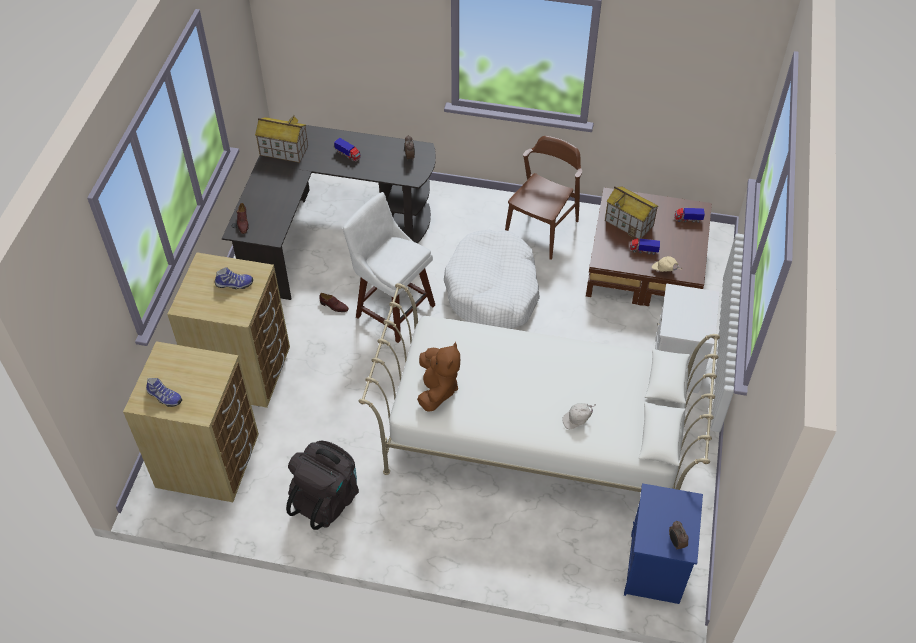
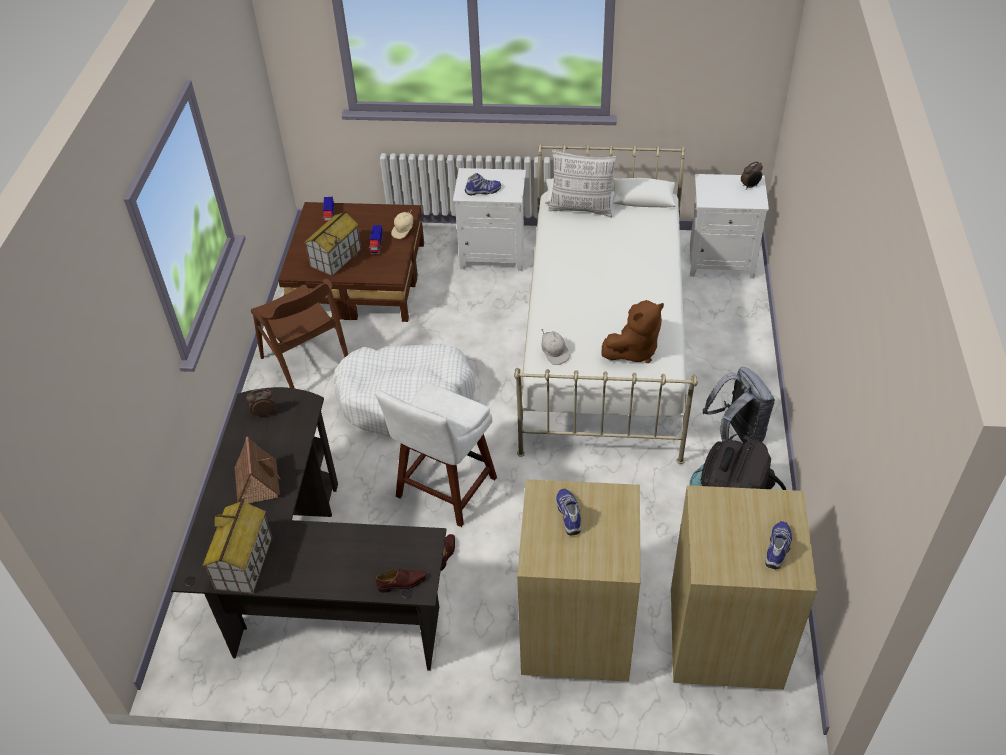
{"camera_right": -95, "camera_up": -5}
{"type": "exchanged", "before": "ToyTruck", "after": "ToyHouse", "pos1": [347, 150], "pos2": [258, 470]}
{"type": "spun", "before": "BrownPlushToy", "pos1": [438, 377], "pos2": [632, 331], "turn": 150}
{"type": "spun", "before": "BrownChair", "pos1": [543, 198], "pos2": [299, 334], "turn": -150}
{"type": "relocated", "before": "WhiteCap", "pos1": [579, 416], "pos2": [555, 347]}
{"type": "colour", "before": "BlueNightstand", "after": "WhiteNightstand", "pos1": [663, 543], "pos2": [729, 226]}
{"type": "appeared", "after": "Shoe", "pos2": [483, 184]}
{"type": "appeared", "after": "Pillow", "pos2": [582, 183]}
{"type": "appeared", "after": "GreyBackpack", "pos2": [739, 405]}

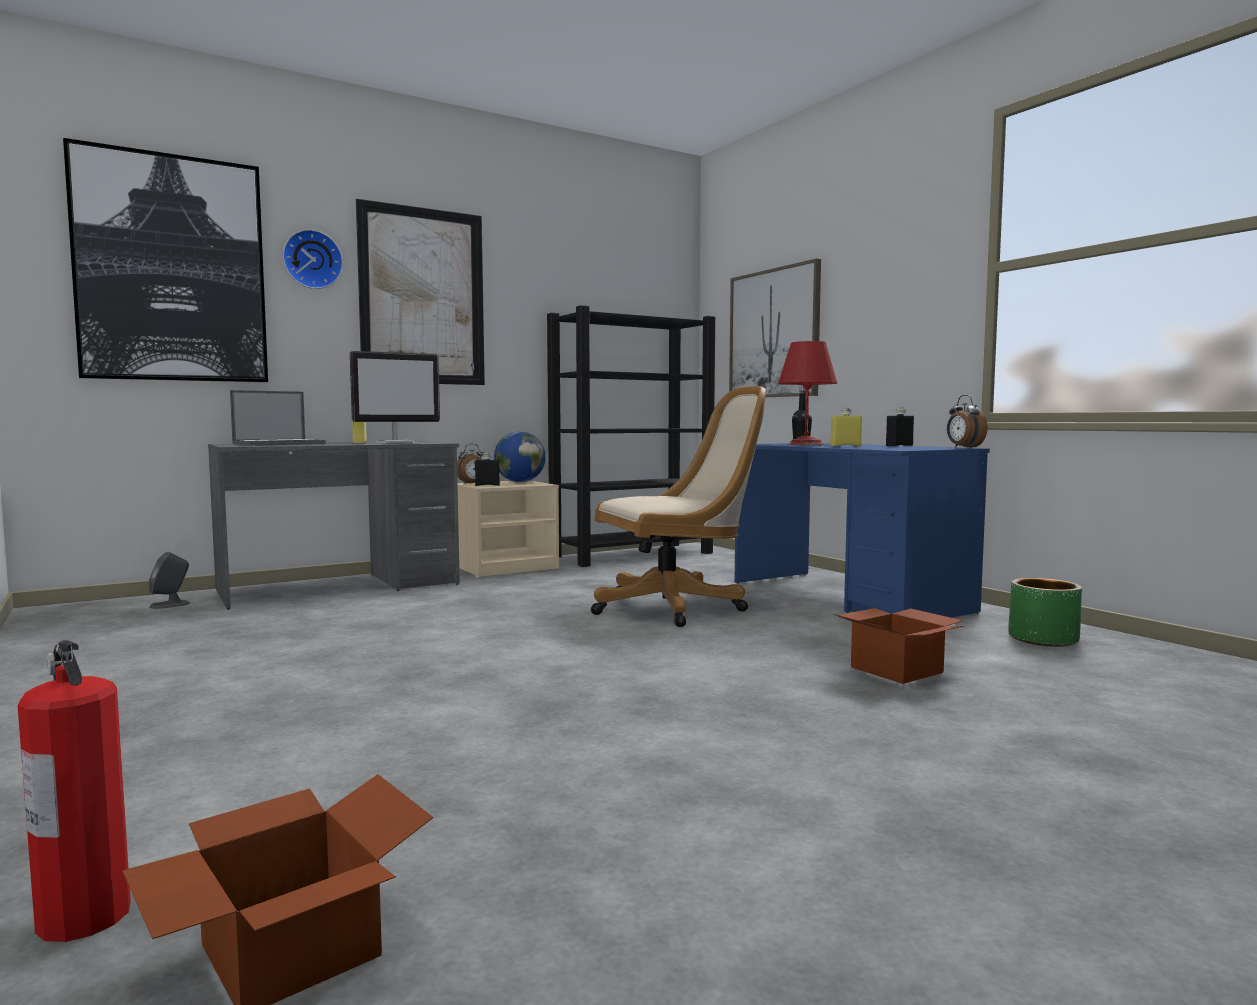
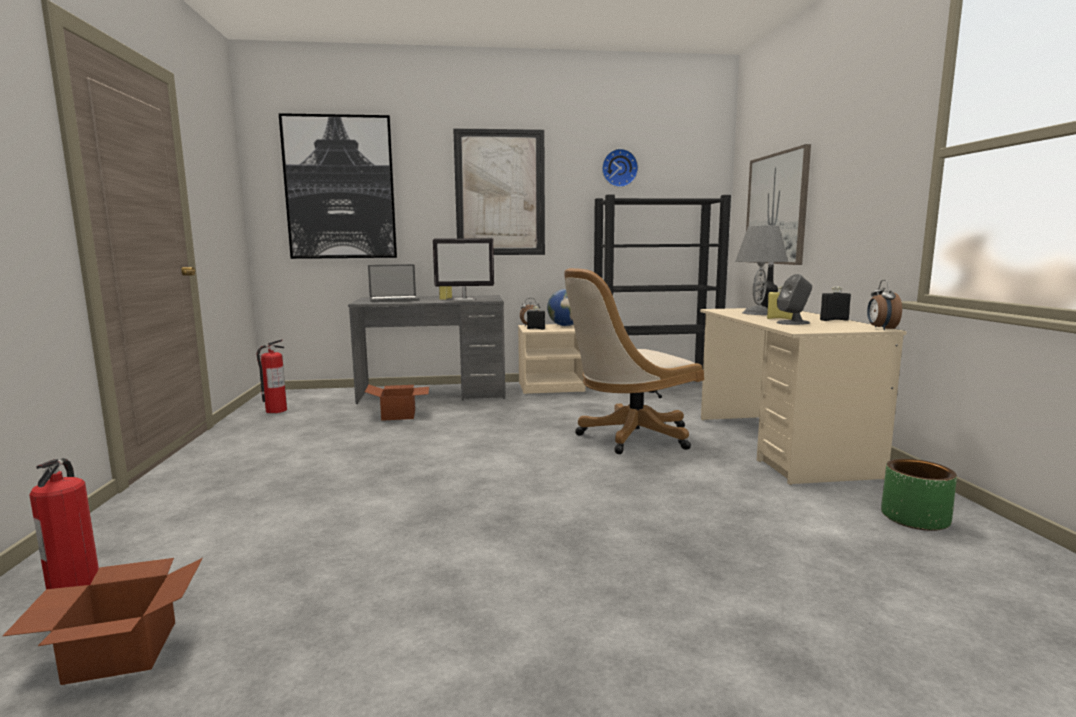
{"camera_right": 25, "camera_up": 5}
{"type": "relocated", "before": "GreySpeaker", "pos1": [169, 580], "pos2": [794, 299]}
{"type": "relocated", "before": "WallClock", "pos1": [312, 259], "pos2": [620, 167]}
{"type": "spun", "before": "OfficeChair", "pos1": [678, 506], "pos2": [634, 361], "turn": 150}
{"type": "colour", "before": "BlueDesk", "after": "BeigeDesk", "pos1": [862, 530], "pos2": [803, 396]}
{"type": "colour", "before": "RedTableLamp", "after": "GreyTableLamp", "pos1": [807, 393], "pos2": [761, 270]}
{"type": "relocated", "before": "CardboardBox", "pos1": [898, 646], "pos2": [397, 403]}
{"type": "appeared", "after": "FireExtinguisher", "pos2": [271, 376]}

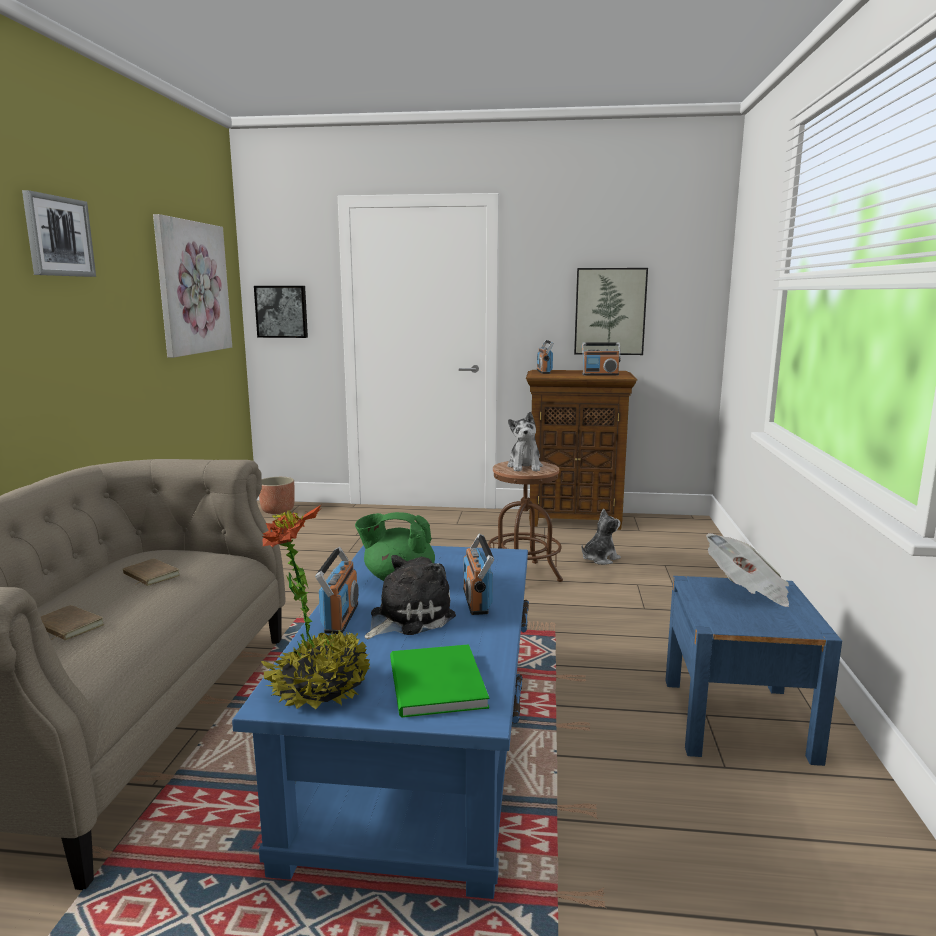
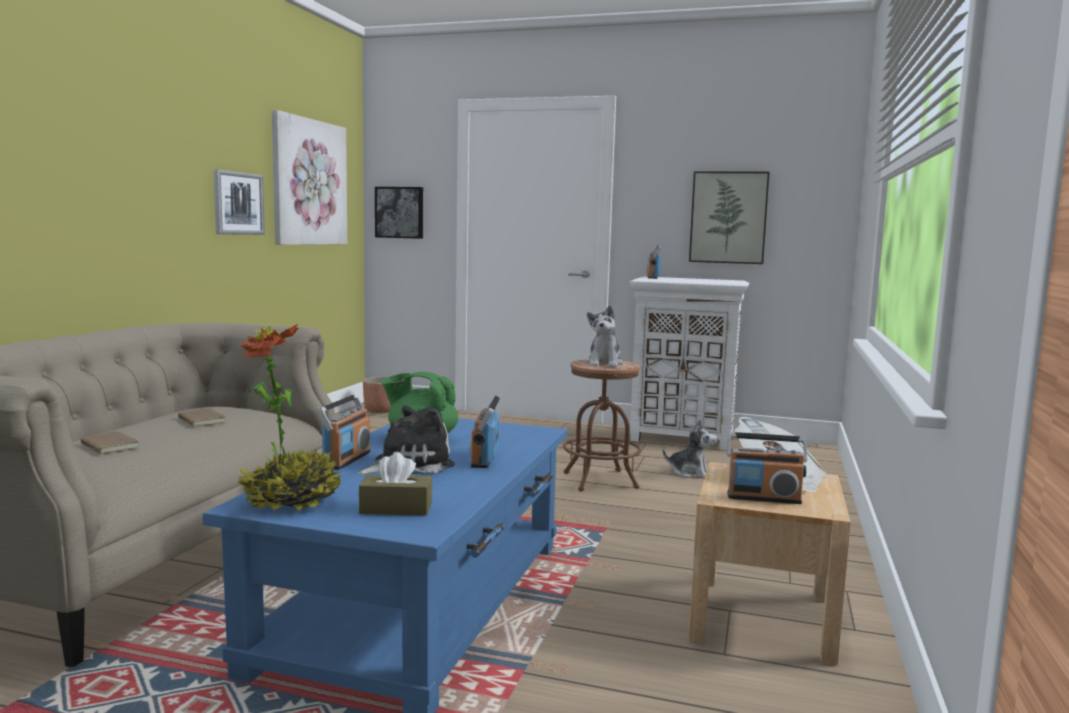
{"camera_right": 10, "camera_up": -5}
{"type": "relocated", "before": "Picture", "pos1": [59, 233], "pos2": [239, 202]}
{"type": "exchanged", "before": "GreenBook", "after": "BrownTissueBox", "pos1": [439, 681], "pos2": [395, 484]}
{"type": "colour", "before": "BrownCabinet", "after": "WhiteCabinet", "pos1": [581, 450], "pos2": [689, 364]}
{"type": "spun", "before": "PlushToy", "pos1": [601, 536], "pos2": [690, 448], "turn": 45}
{"type": "relocated", "before": "Radio", "pos1": [601, 359], "pos2": [767, 468]}
{"type": "colour", "before": "BlueNightstand", "after": "BeigeNightstand", "pos1": [753, 671], "pos2": [770, 563]}

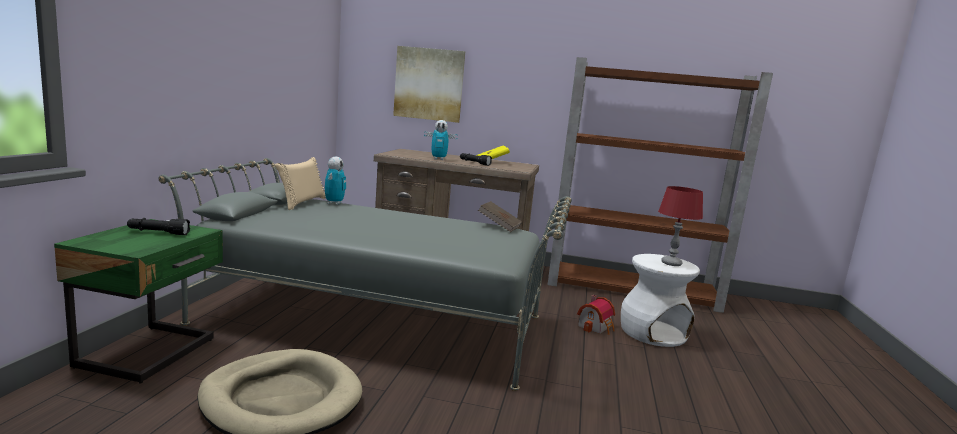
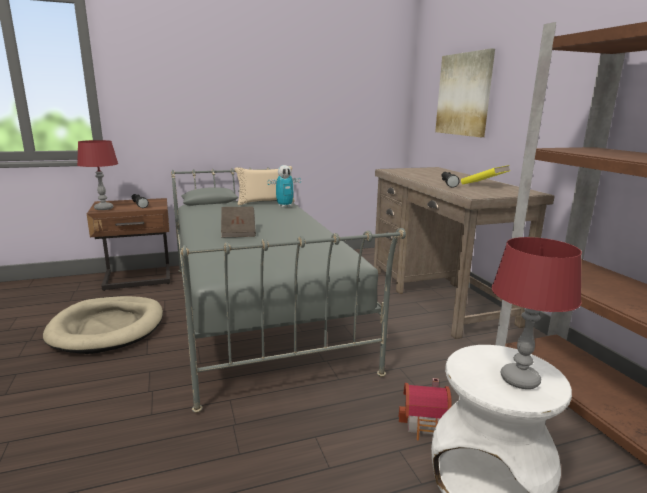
{"camera_right": 60, "camera_up": 5}
{"type": "colour", "before": "GreenNightstand", "after": "BrownNightstand", "pos1": [138, 301], "pos2": [128, 244]}
{"type": "missing", "before": "ToyRobot", "pos1": [441, 140]}
{"type": "relocated", "before": "BrownBook", "pos1": [500, 216], "pos2": [238, 222]}
{"type": "appeared", "after": "RedTableLamp", "pos2": [97, 175]}

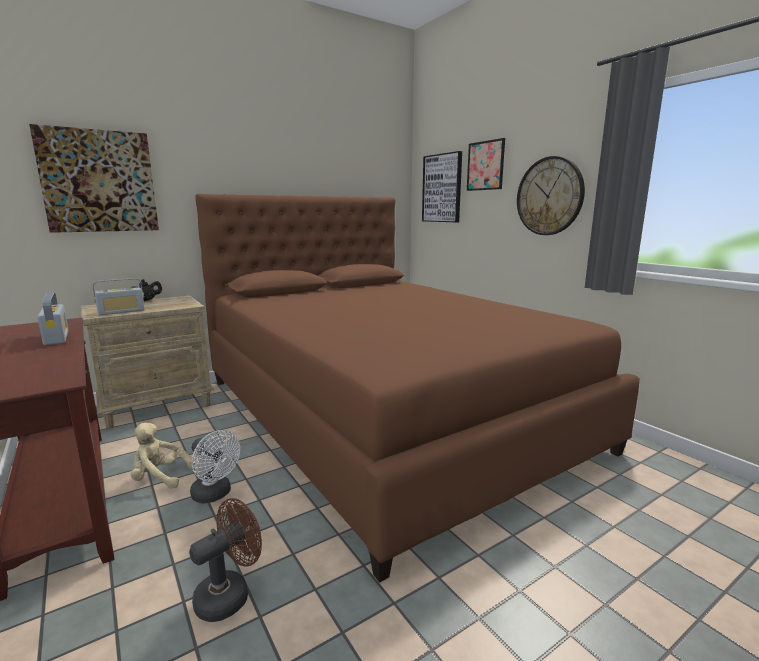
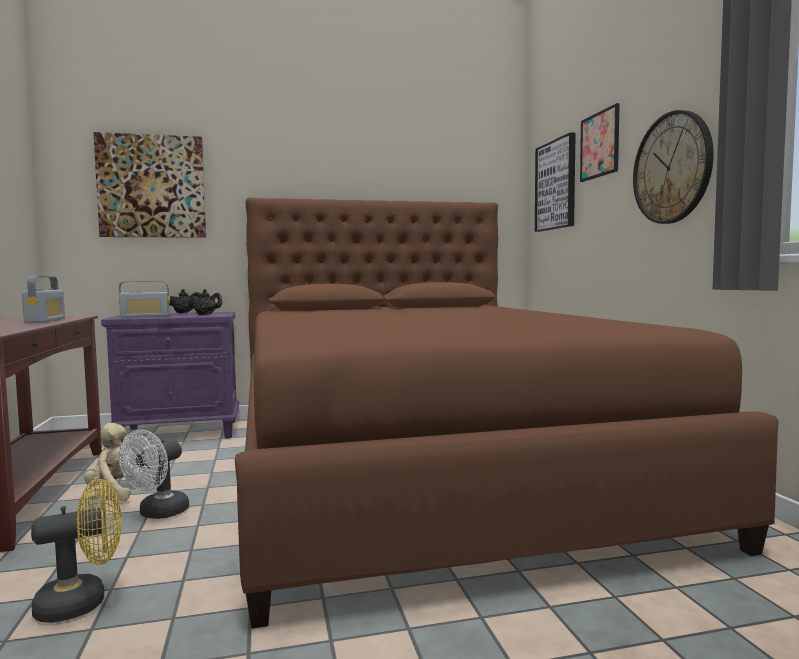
{"camera_right": 20, "camera_up": -10}
{"type": "colour", "before": "BeigeNightstand", "after": "PurpleNightstand", "pos1": [148, 362], "pos2": [170, 377]}
{"type": "colour", "before": "BrownFan", "after": "YellowFan", "pos1": [225, 560], "pos2": [76, 551]}
{"type": "spun", "before": "WhiteFan", "pos1": [215, 467], "pos2": [154, 474], "turn": 60}
{"type": "appeared", "after": "BlackTeapot", "pos2": [205, 302]}

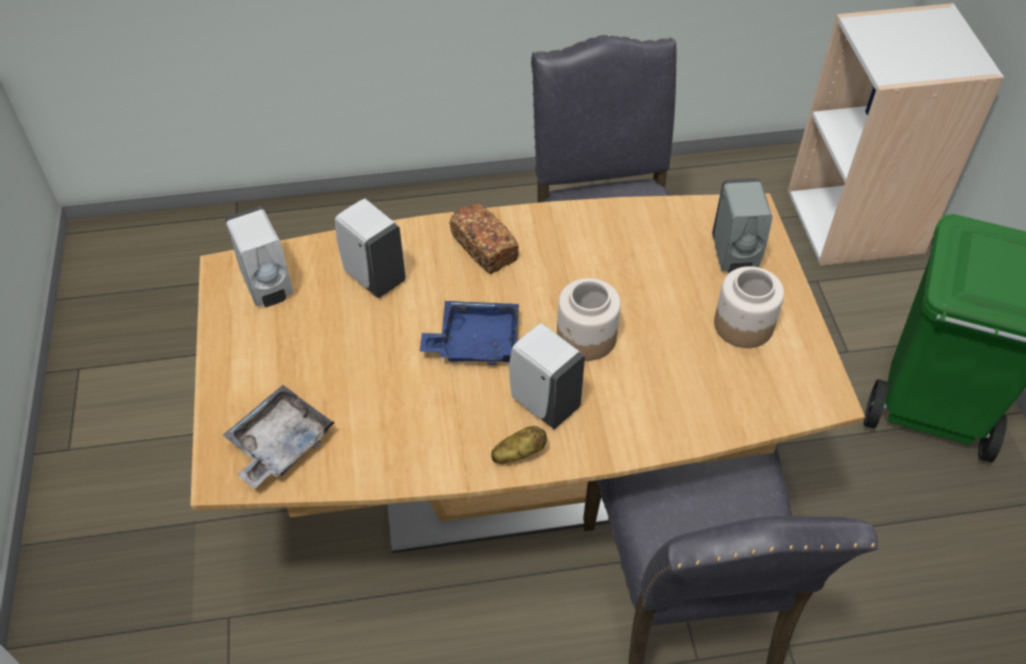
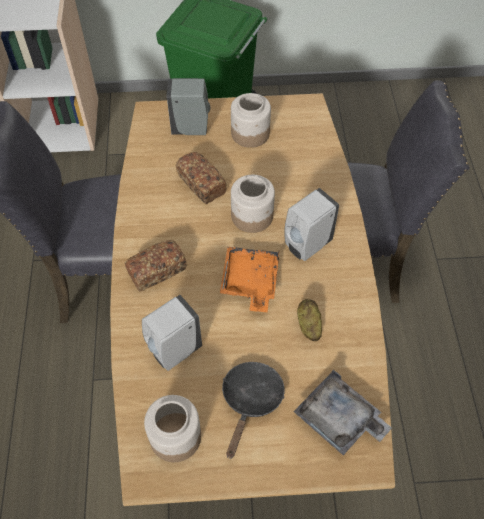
{"camera_right": -85, "camera_up": 5}
{"type": "exchanged", "before": "WhiteSoapDispenser", "after": "Jar", "pos1": [259, 256], "pos2": [172, 428]}
{"type": "colour", "before": "BlueTray", "after": "OrangeTray", "pos1": [469, 333], "pos2": [249, 279]}
{"type": "relocated", "before": "Potato", "pos1": [519, 445], "pos2": [309, 320]}
{"type": "appeared", "after": "Bread", "pos2": [201, 178]}
{"type": "appeared", "after": "BlackFryingPan", "pos2": [253, 410]}

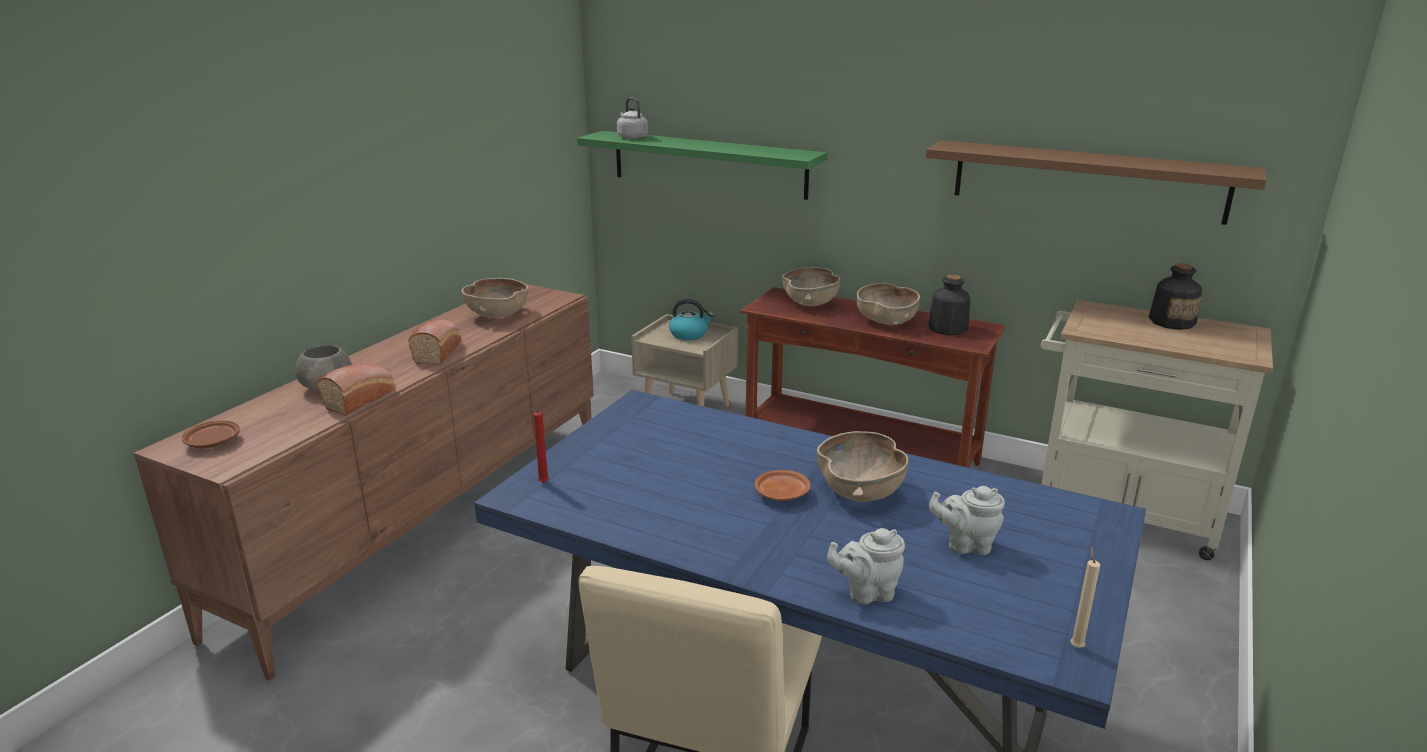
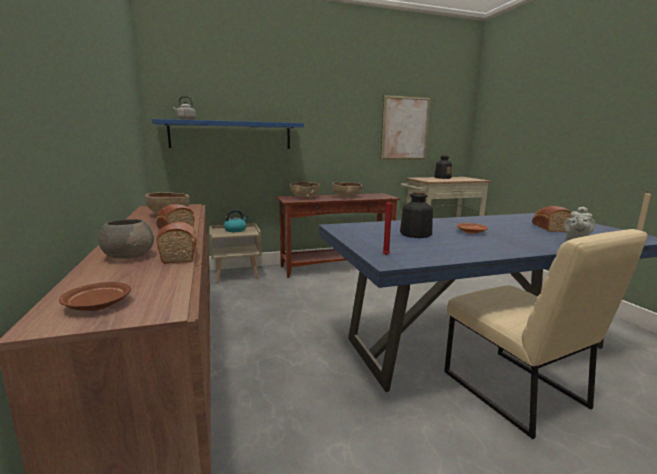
{"camera_right": -45, "camera_up": -10}
{"type": "colour", "before": "GreenShelf", "after": "BlueShelf", "pos1": [702, 165], "pos2": [228, 134]}
{"type": "missing", "before": "BrownBowl", "pos1": [862, 466]}
{"type": "exchanged", "before": "BrownShelf", "after": "Picture", "pos1": [1096, 182], "pos2": [406, 127]}
{"type": "relocated", "before": "Bottle", "pos1": [949, 305], "pos2": [416, 214]}
{"type": "exchanged", "before": "GreyTeapot", "after": "Bread", "pos1": [967, 520], "pos2": [551, 219]}

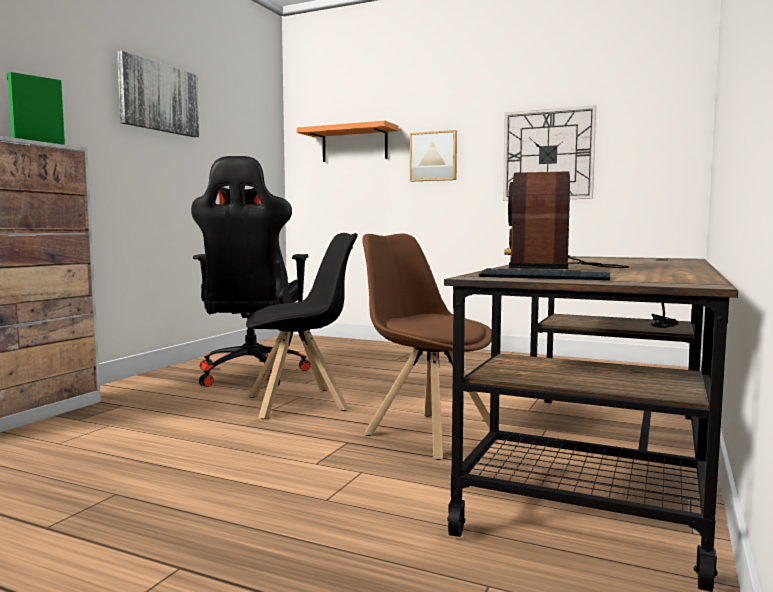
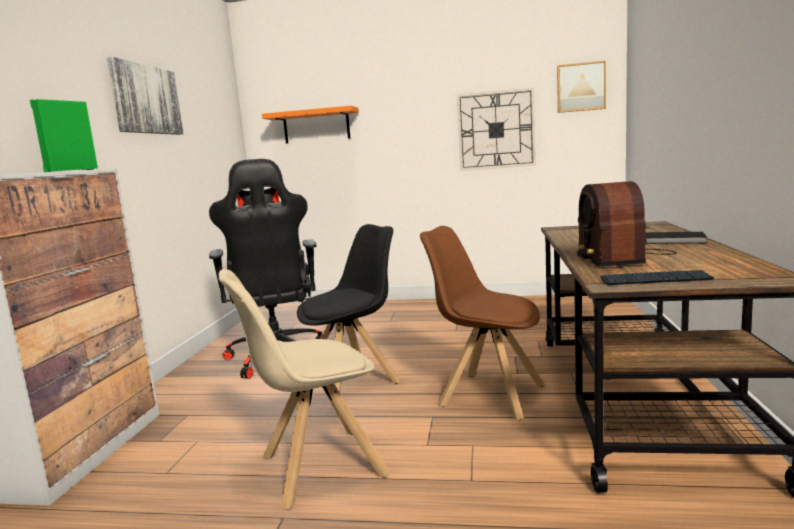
{"camera_right": -15, "camera_up": 5}
{"type": "relocated", "before": "Picture", "pos1": [433, 155], "pos2": [581, 87]}
{"type": "appeared", "after": "BeigeChair", "pos2": [304, 389]}
{"type": "appeared", "after": "BlackBook", "pos2": [676, 238]}

